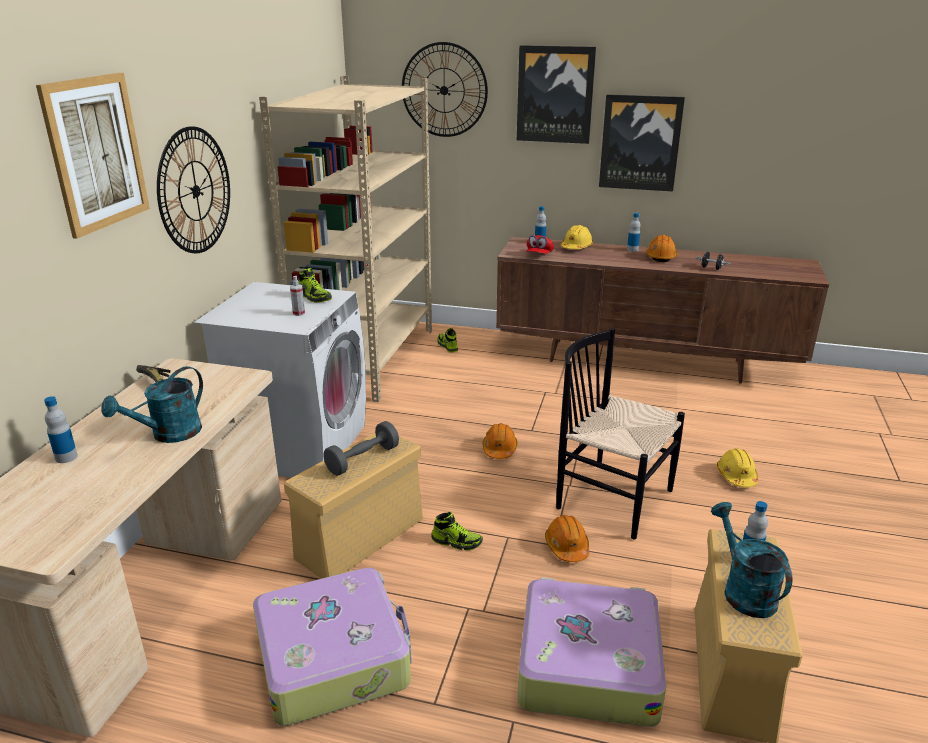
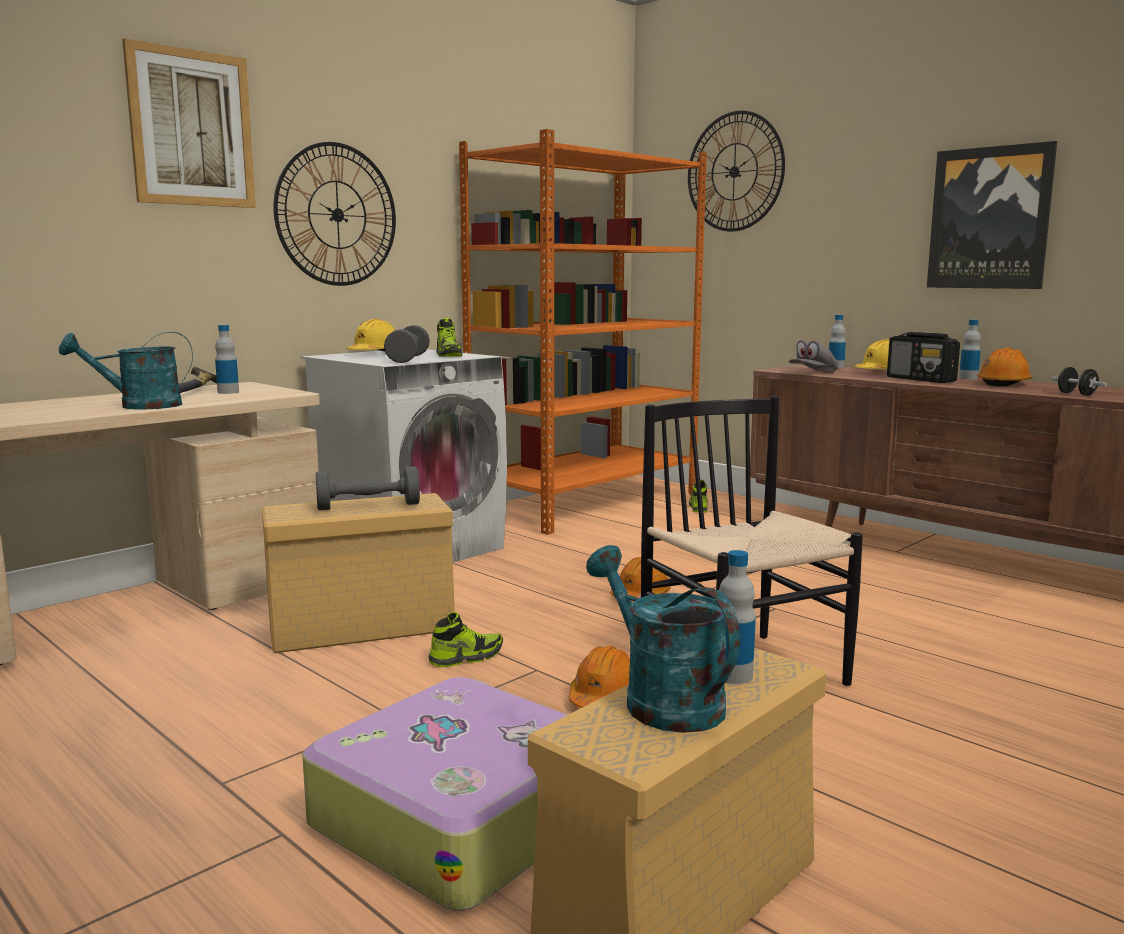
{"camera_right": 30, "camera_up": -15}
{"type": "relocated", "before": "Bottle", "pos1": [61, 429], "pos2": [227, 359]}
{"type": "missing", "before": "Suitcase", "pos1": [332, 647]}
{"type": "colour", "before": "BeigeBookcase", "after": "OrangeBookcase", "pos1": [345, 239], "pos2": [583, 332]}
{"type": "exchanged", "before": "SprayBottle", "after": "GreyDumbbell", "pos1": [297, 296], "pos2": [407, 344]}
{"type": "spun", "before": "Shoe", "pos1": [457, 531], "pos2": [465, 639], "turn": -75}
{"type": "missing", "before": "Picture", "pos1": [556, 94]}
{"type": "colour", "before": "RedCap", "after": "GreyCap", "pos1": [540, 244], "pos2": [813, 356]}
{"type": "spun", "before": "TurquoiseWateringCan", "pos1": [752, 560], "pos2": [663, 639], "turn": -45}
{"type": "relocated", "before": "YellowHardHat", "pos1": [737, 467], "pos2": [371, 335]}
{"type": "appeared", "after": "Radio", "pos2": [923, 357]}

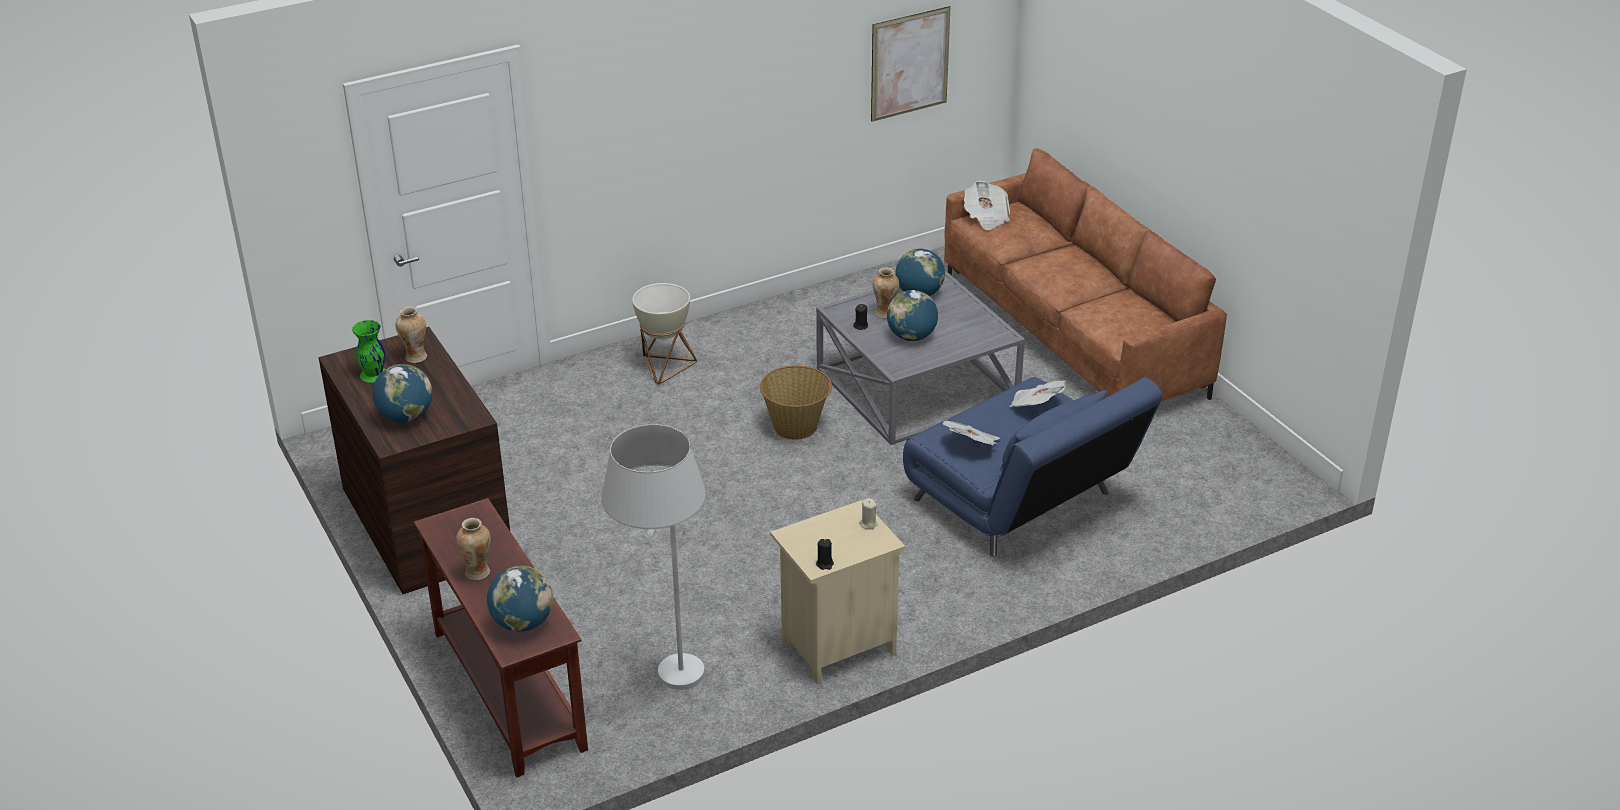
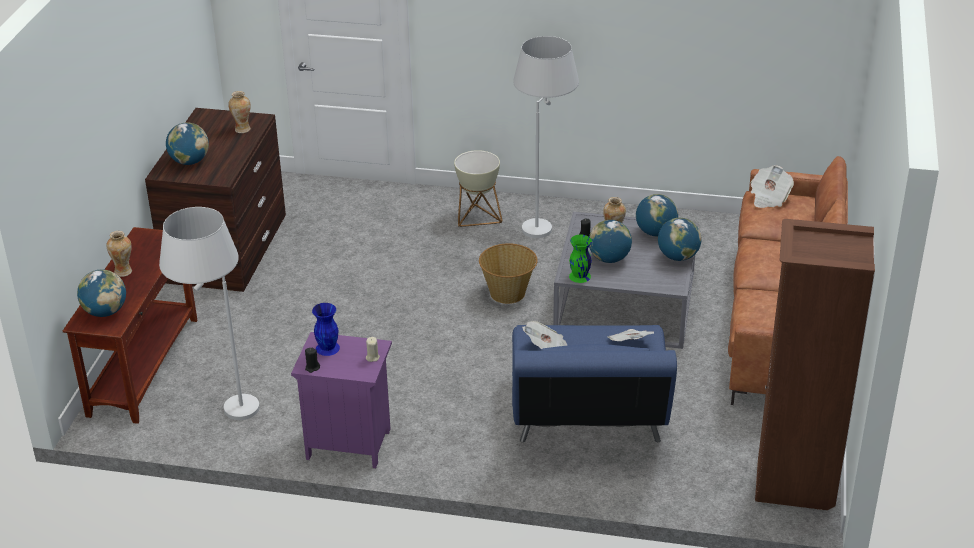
{"camera_right": 40, "camera_up": 0}
{"type": "relocated", "before": "GreenVase", "pos1": [368, 351], "pos2": [580, 259]}
{"type": "colour", "before": "BeigeNightstand", "after": "PurpleNightstand", "pos1": [837, 592], "pos2": [341, 400]}
{"type": "missing", "before": "Picture", "pos1": [910, 64]}
{"type": "appeared", "after": "BlueVase", "pos2": [326, 329]}
{"type": "appeared", "after": "WhiteFloorLamp", "pos2": [546, 137]}
{"type": "appeared", "after": "Globe", "pos2": [679, 239]}
{"type": "appeared", "after": "BrownCabinet", "pos2": [815, 364]}

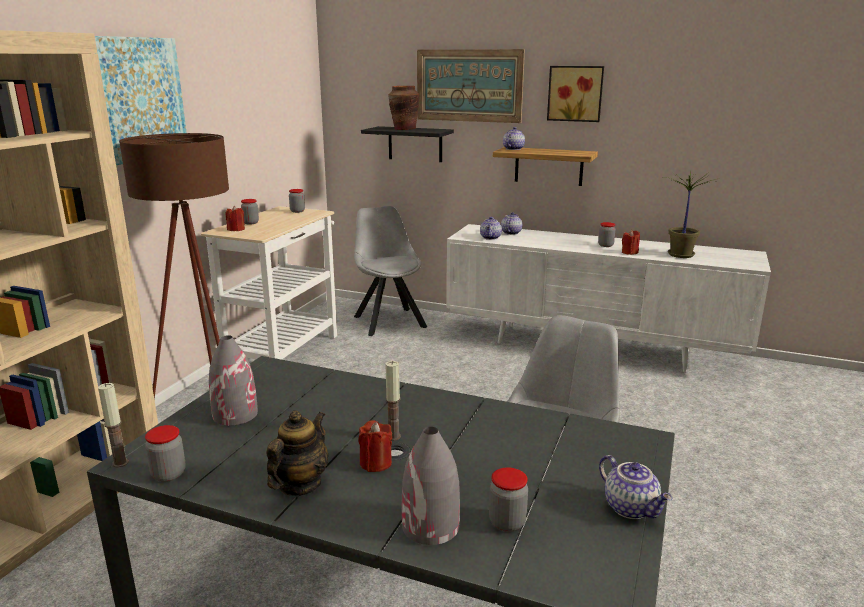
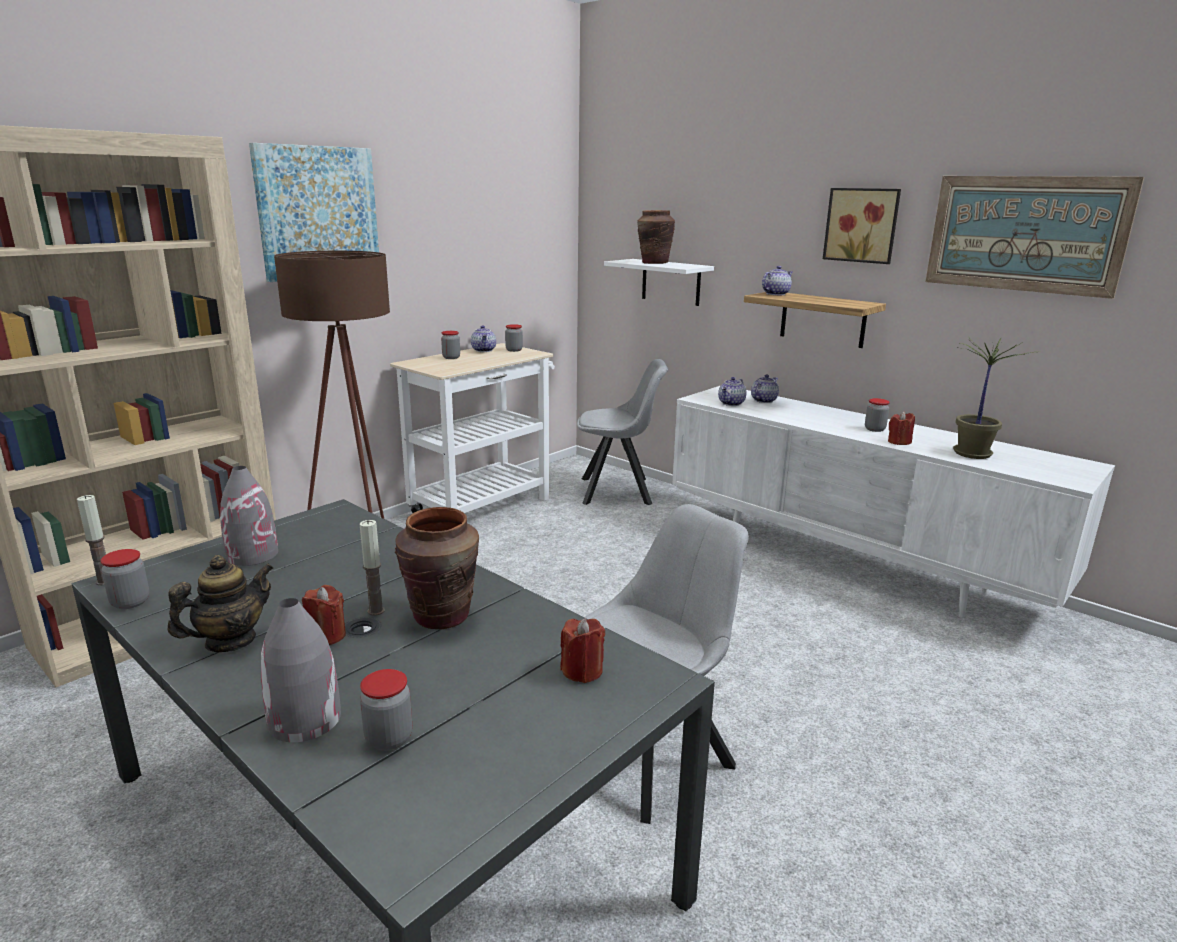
{"camera_right": 20, "camera_up": 0}
{"type": "relocated", "before": "RedCandle", "pos1": [235, 218], "pos2": [582, 650]}
{"type": "spun", "before": "GreyChair", "pos1": [390, 271], "pos2": [622, 432], "turn": 90}
{"type": "colour", "before": "BlackShelf", "after": "WhiteShelf", "pos1": [407, 144], "pos2": [659, 282]}
{"type": "relocated", "before": "Picture", "pos1": [471, 86], "pos2": [1034, 237]}
{"type": "relocated", "before": "Teapot", "pos1": [635, 487], "pos2": [483, 338]}
{"type": "appeared", "after": "BrownVase", "pos2": [437, 568]}

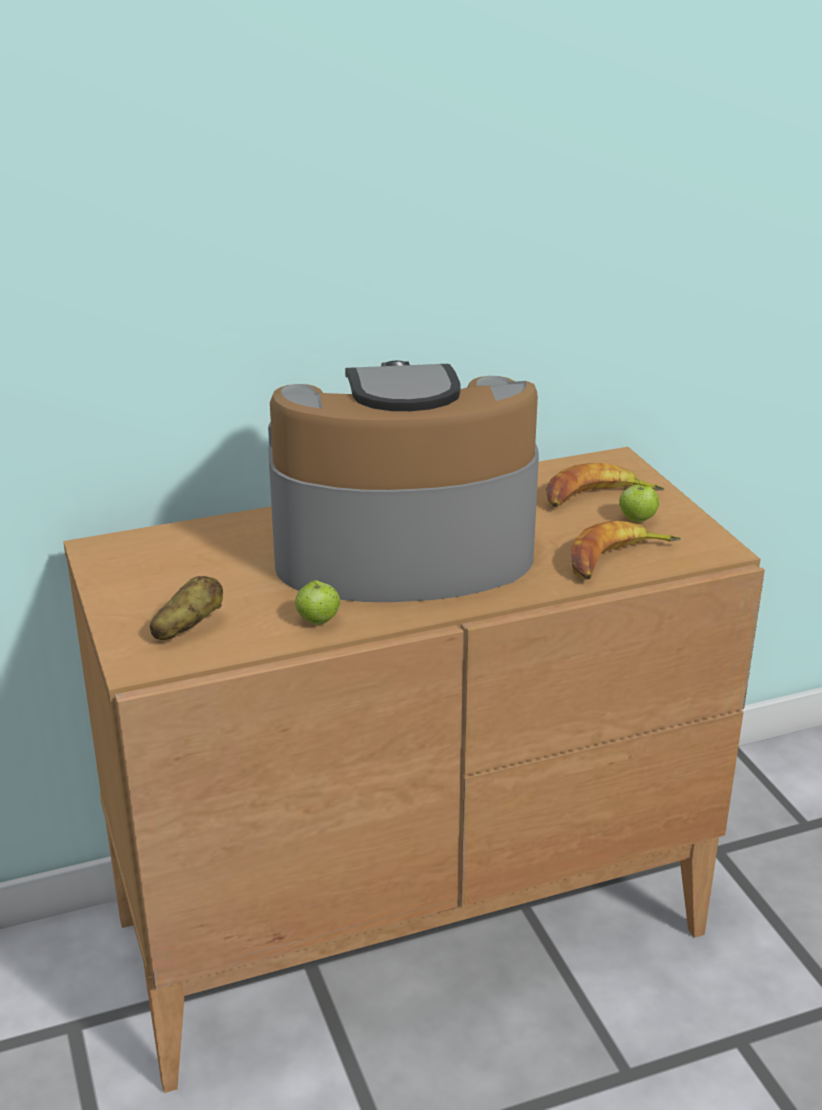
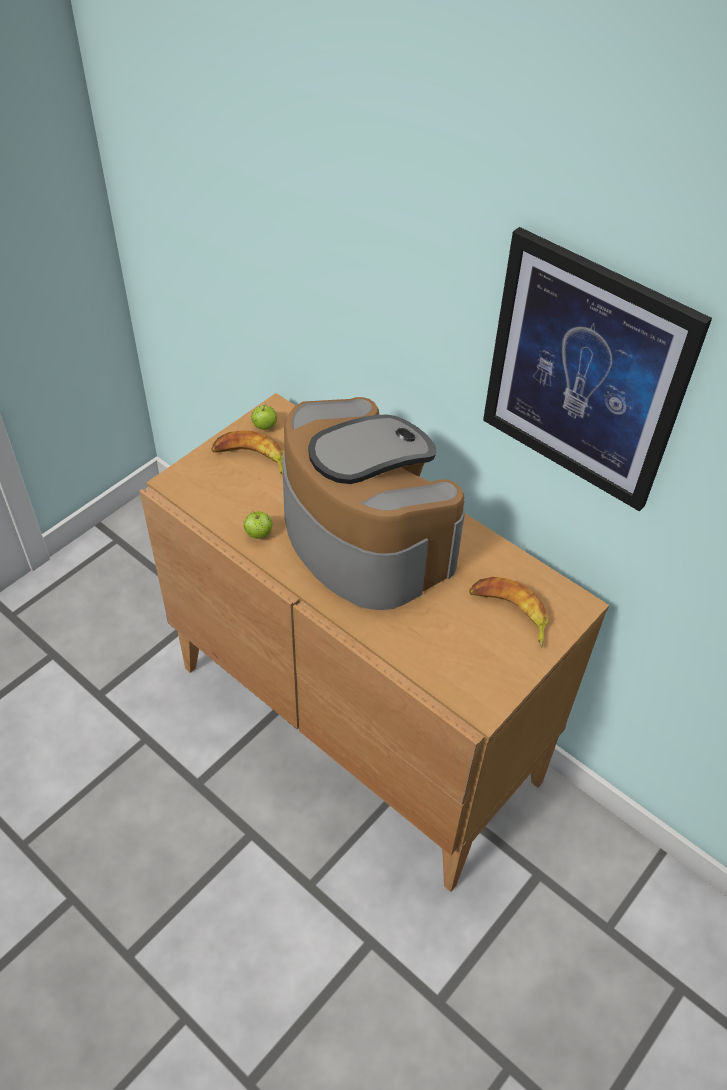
{"camera_right": 60, "camera_up": 20}
{"type": "missing", "before": "Potato", "pos1": [186, 608]}
{"type": "relocated", "before": "Banana", "pos1": [626, 550], "pos2": [247, 452]}
{"type": "relocated", "before": "Apple", "pos1": [639, 500], "pos2": [264, 416]}
{"type": "appeared", "after": "Picture", "pos2": [597, 369]}

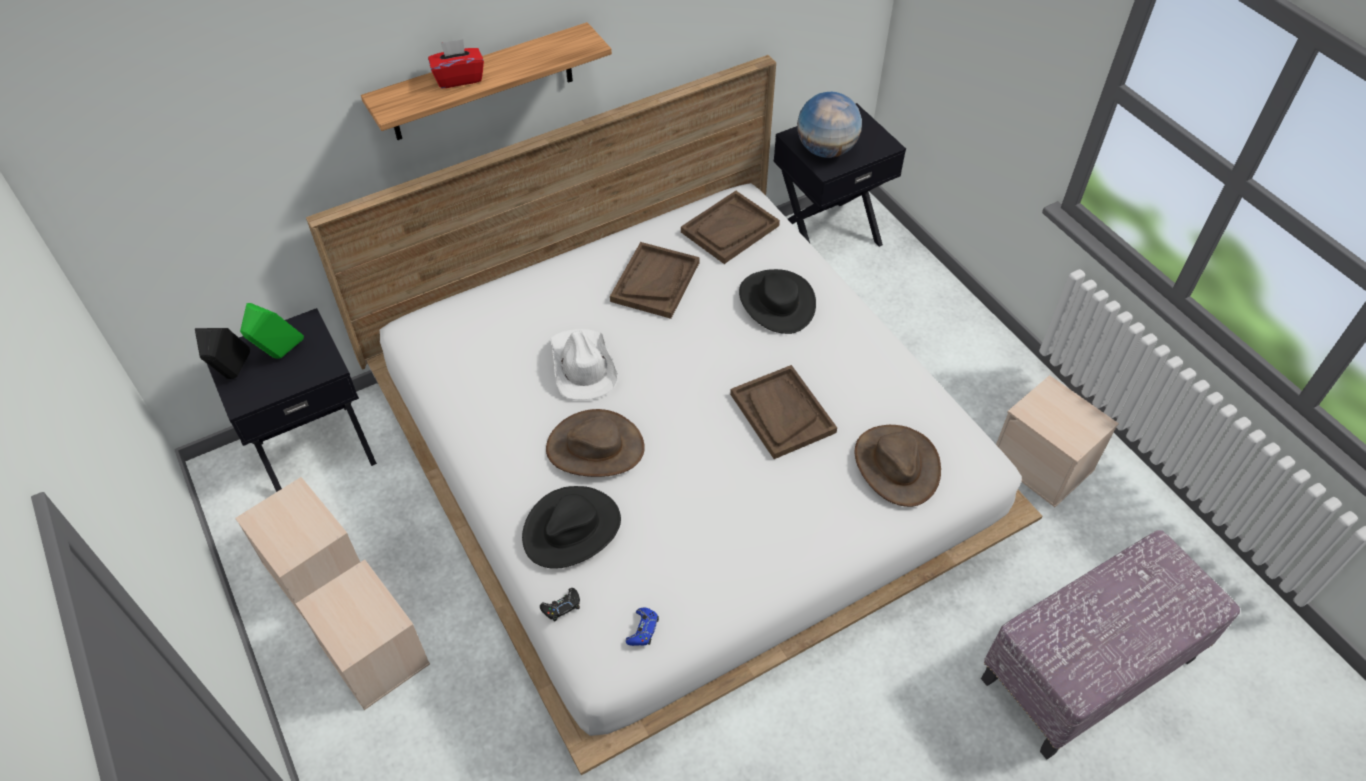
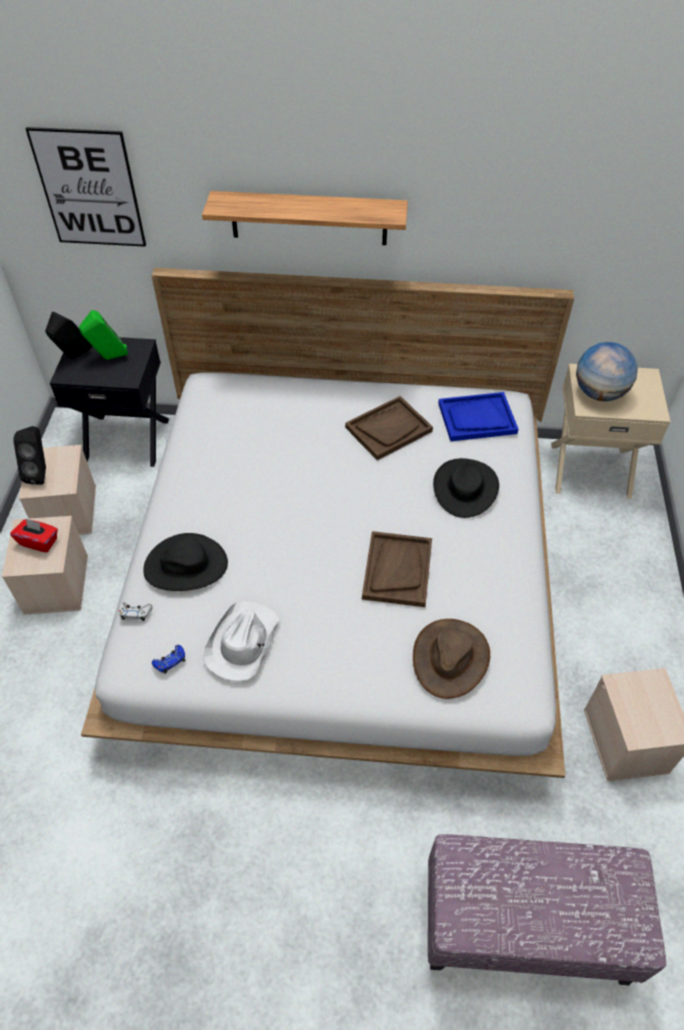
{"camera_right": 35, "camera_up": 0}
{"type": "relocated", "before": "RedTissueBox", "pos1": [456, 63], "pos2": [34, 535]}
{"type": "colour", "before": "BlackGameController", "after": "WhiteGameController", "pos1": [560, 604], "pos2": [136, 611]}
{"type": "missing", "before": "BrownHat", "pos1": [595, 443]}
{"type": "relocated", "before": "WhiteHat", "pos1": [584, 364], "pos2": [242, 641]}
{"type": "colour", "before": "BrownTray", "after": "BlueTray", "pos1": [730, 227], "pos2": [478, 416]}
{"type": "colour", "before": "BlackNightstand", "after": "BeigeNightstand", "pos1": [840, 175], "pos2": [610, 431]}
{"type": "appeared", "after": "BlackSpeaker", "pos2": [29, 455]}
{"type": "appeared", "after": "Picture", "pos2": [85, 187]}

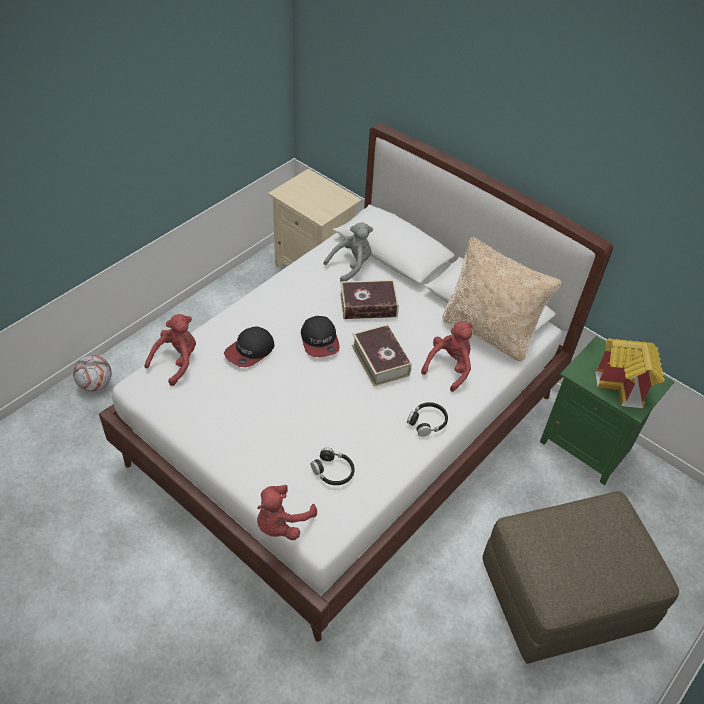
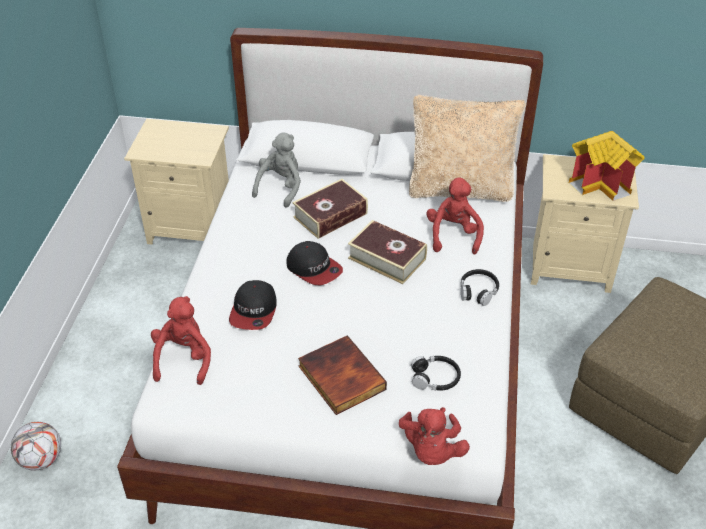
{"camera_right": -30, "camera_up": -5}
{"type": "colour", "before": "GreenNightstand", "after": "BeigeNightstand", "pos1": [607, 410], "pos2": [585, 223]}
{"type": "appeared", "after": "Book", "pos2": [342, 375]}

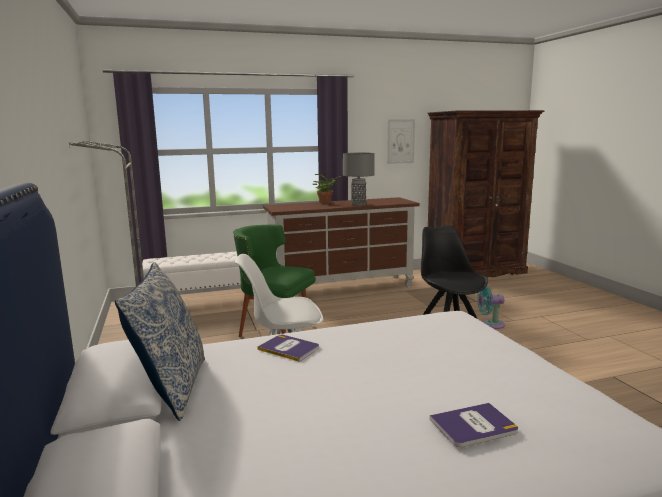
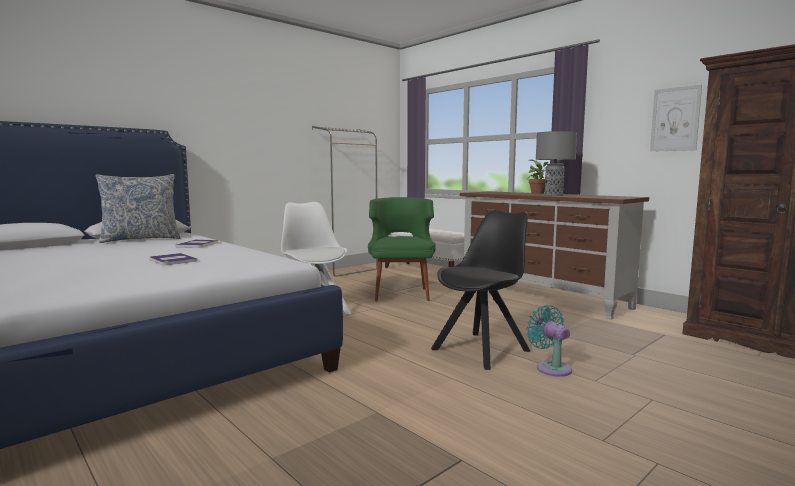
{"camera_right": 65, "camera_up": -5}
{"type": "relocated", "before": "Book", "pos1": [474, 425], "pos2": [173, 259]}

